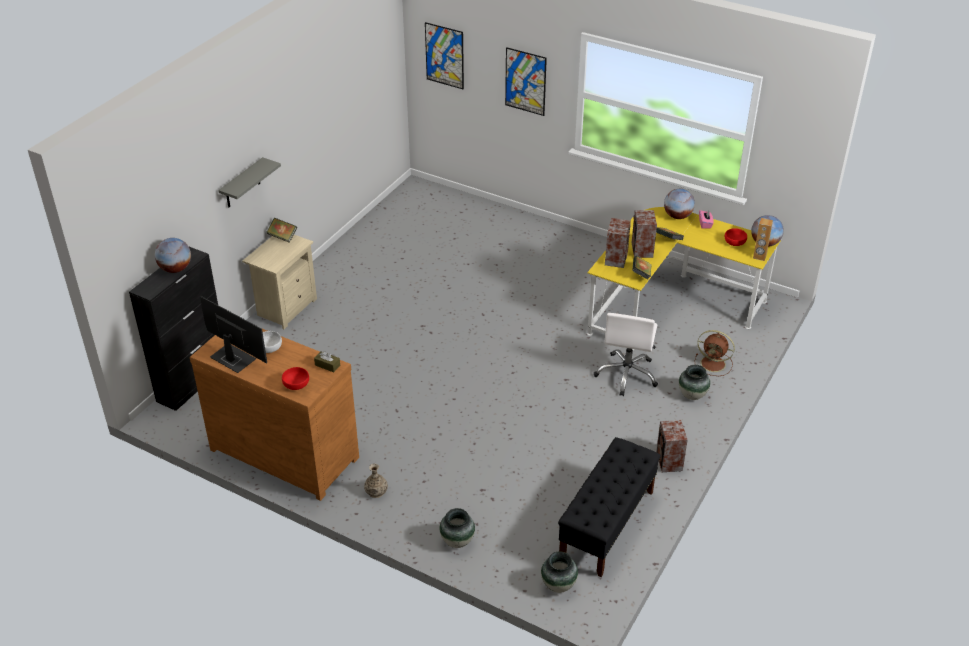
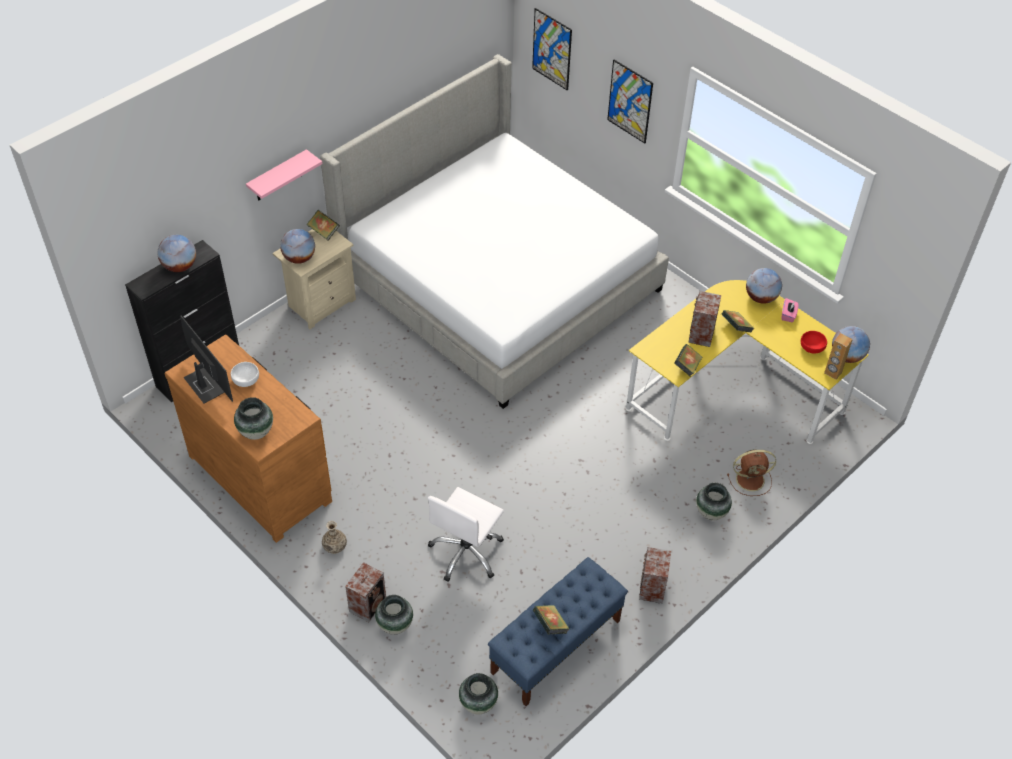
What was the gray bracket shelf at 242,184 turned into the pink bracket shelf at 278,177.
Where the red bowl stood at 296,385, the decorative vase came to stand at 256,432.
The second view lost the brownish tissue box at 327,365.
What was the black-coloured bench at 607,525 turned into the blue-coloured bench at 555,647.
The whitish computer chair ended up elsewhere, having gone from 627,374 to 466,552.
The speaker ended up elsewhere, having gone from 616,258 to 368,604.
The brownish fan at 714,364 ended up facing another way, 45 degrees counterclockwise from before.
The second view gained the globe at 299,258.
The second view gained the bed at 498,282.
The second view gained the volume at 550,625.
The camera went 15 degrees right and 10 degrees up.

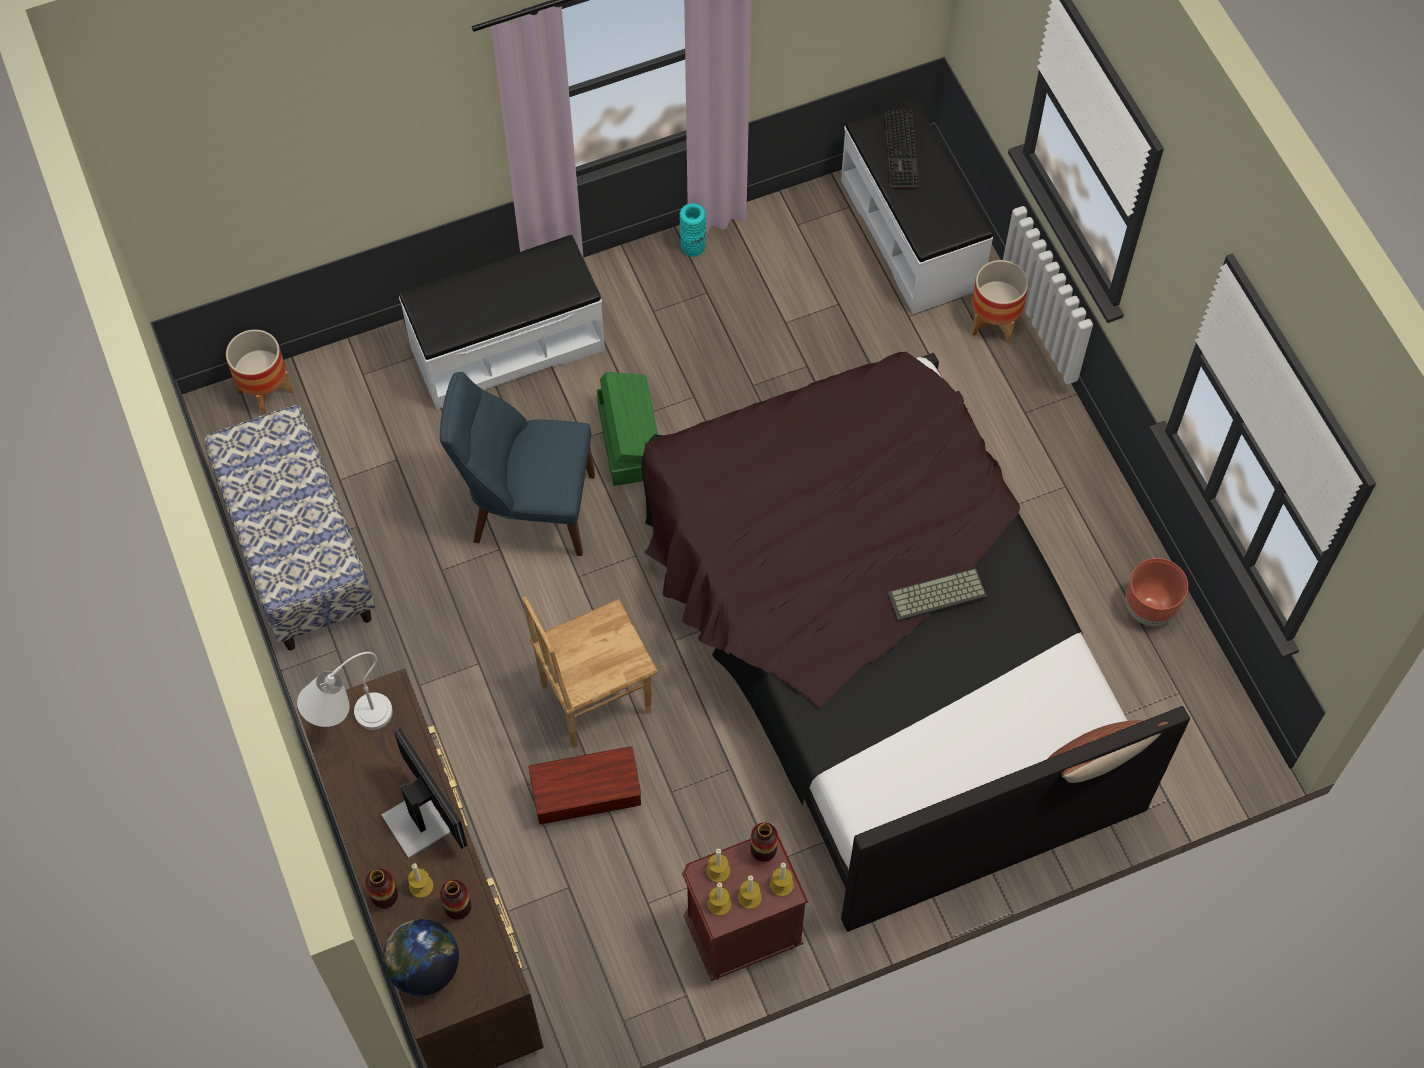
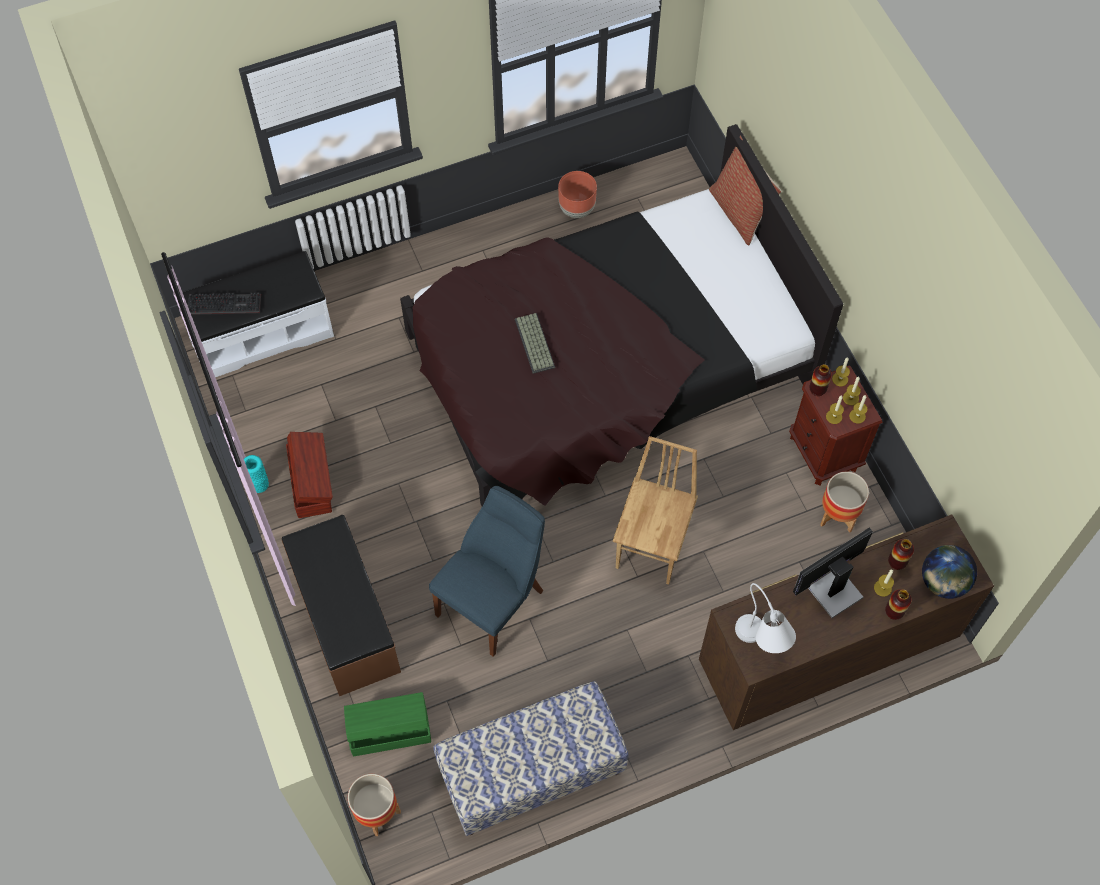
What was the whitish bench at 507,347 turned into the brownish bench at 345,620.
The blue-coloured upright chair at 527,508 ended up facing another way, 150 degrees counterclockwise from before.
The brownish upright chair at 594,698 ended up facing another way, 135 degrees counterclockwise from before.
The brownish storage container ended up elsewhere, having gone from 587,794 to 311,482.
The green-coloured storage container ended up elsewhere, having gone from 628,440 to 388,730.
The PC keyboard ended up elsewhere, having gone from 936,597 to 536,343.
The plant pot ended up elsewhere, having gone from 993,323 to 838,515.
The camera went 90 degrees left and 0 degrees up.

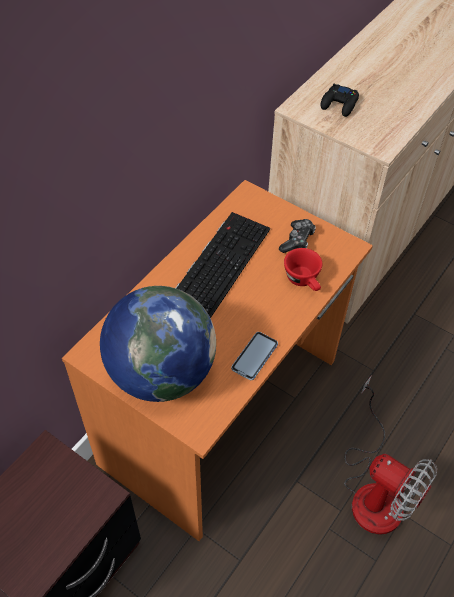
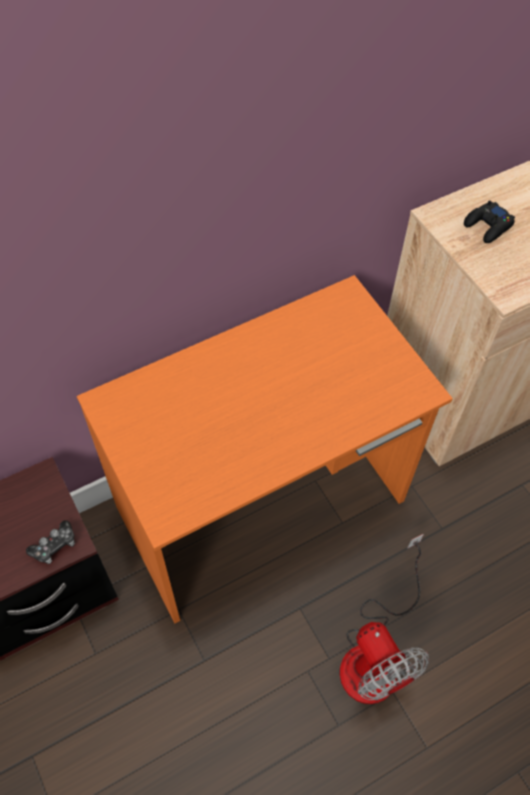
The second view lost the globe at 161,373.
The second view lost the PC keyboard at 218,265.
The second view lost the handset at 254,356.
The game controller ended up elsewhere, having gone from 297,241 to 54,546.
The second view lost the red drinking cup at 304,281.
The camera went 25 degrees right and 5 degrees up.

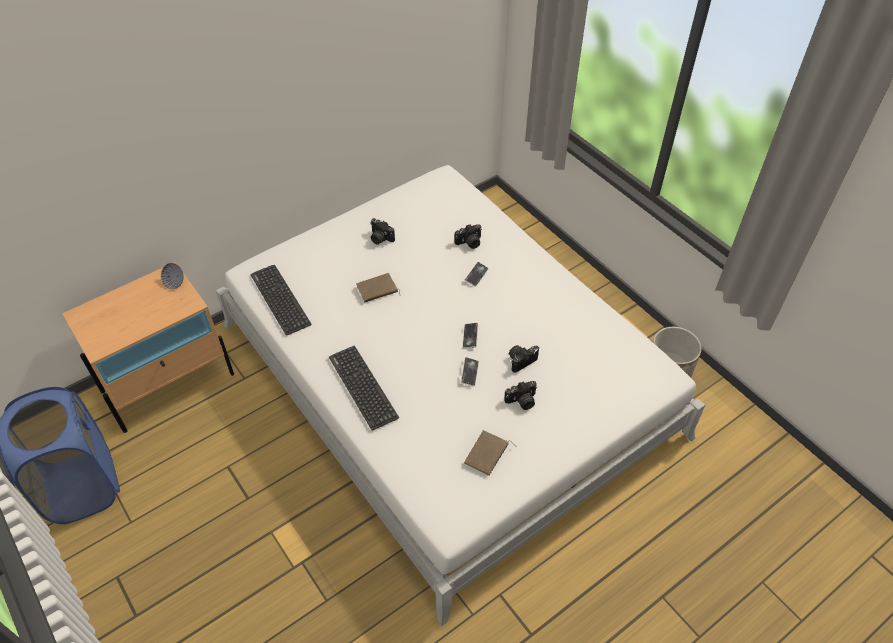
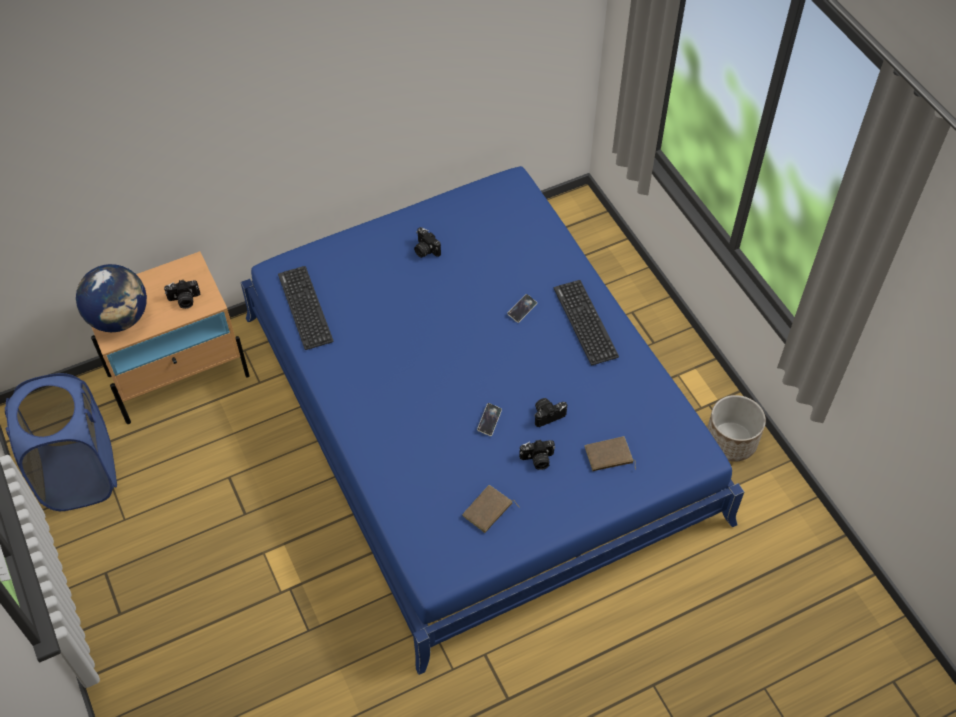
The second view lost the bowl at 175,282.
What was the whitish bed at 446,379 turned into the blue-coloured bed at 478,416.
The PC keyboard ended up elsewhere, having gone from 363,387 to 585,322.
The brownish volume ended up elsewhere, having gone from 377,290 to 608,457.
The still camera ended up elsewhere, having gone from 469,243 to 184,300.
The second view lost the handset at 470,336.
The second view gained the globe at 120,318.
The camera went 10 degrees right and 5 degrees up.

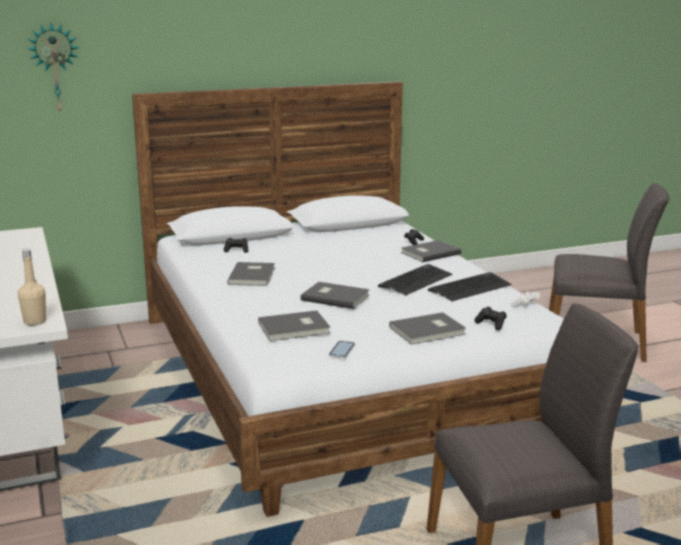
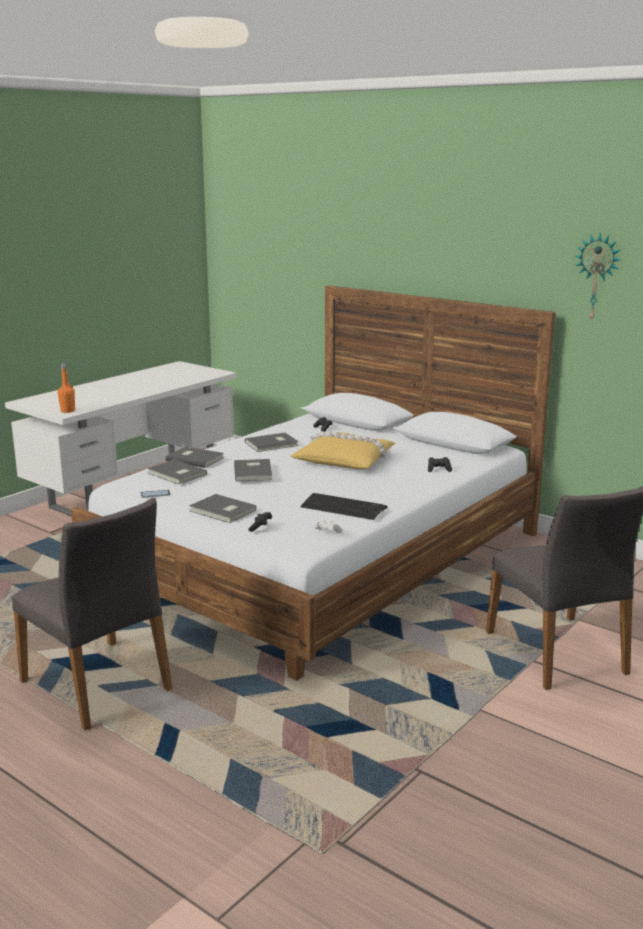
What was the sand-coloured beverage bottle at 35,321 turned into the orangey beverage bottle at 67,411.
The clock on the wall ended up elsewhere, having gone from 55,68 to 597,277.
The second view lost the PC keyboard at 415,281.
The gray volume ended up elsewhere, having gone from 429,253 to 195,458.
The second view gained the yellow-coloured pillow at 345,460.
The camera went 60 degrees right and 0 degrees up.

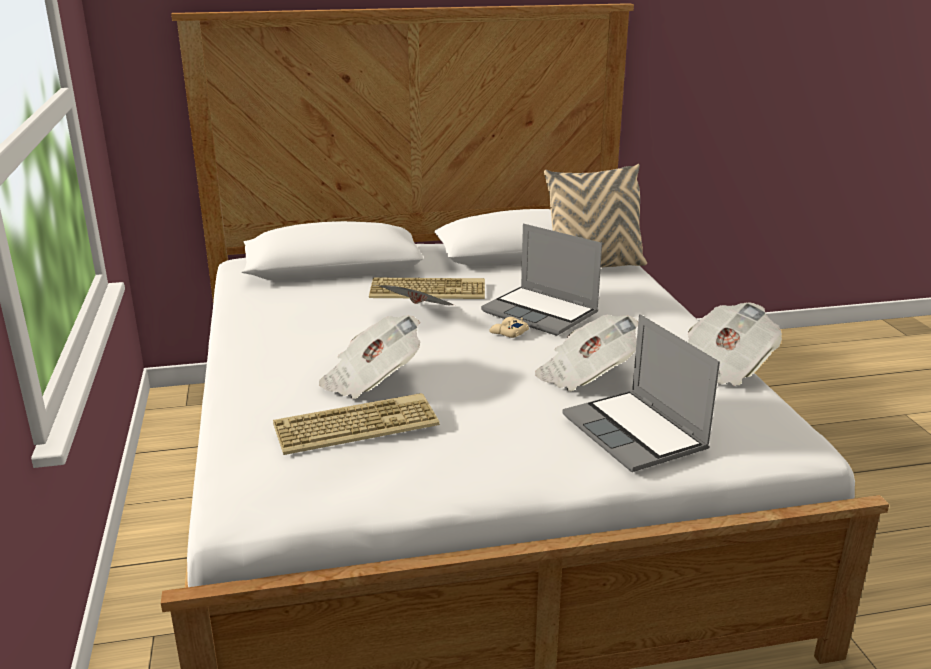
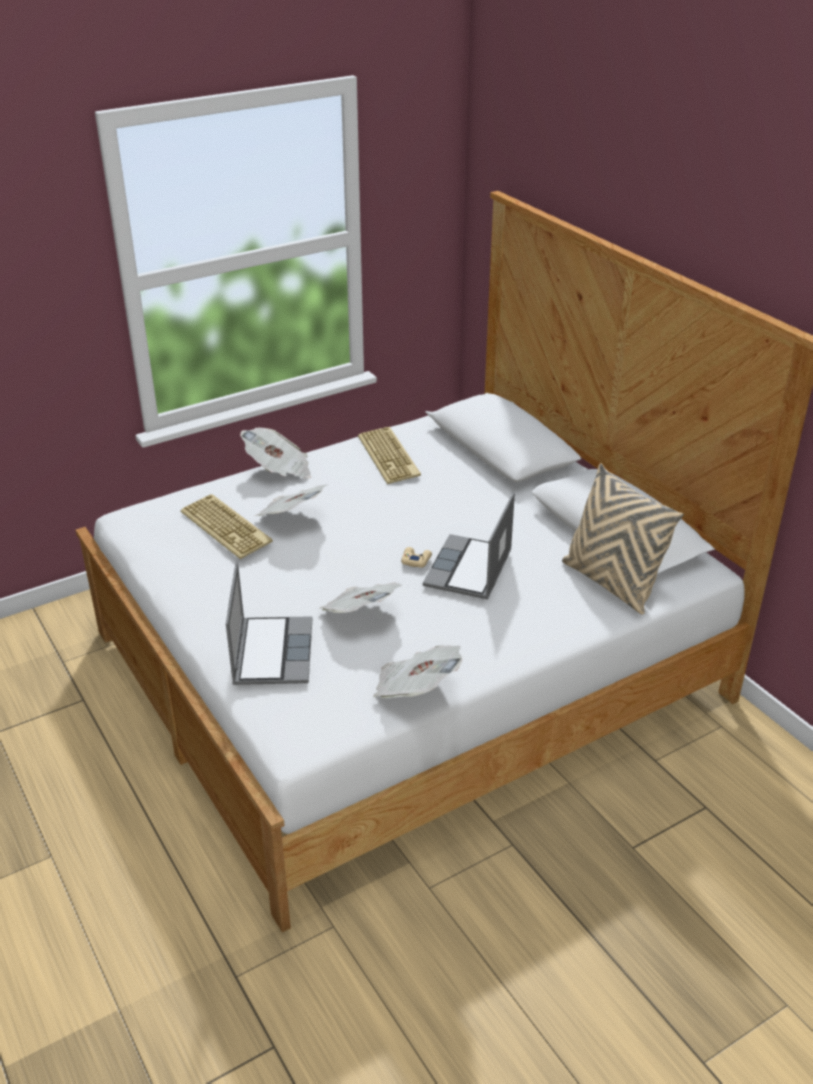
The PC keyboard ended up elsewhere, having gone from 429,290 to 390,456.
The newspaper ended up elsewhere, having gone from 419,317 to 279,470.
The notebook computer at 636,433 ended up facing another way, 135 degrees clockwise from before.
The camera went 70 degrees right and 10 degrees up.

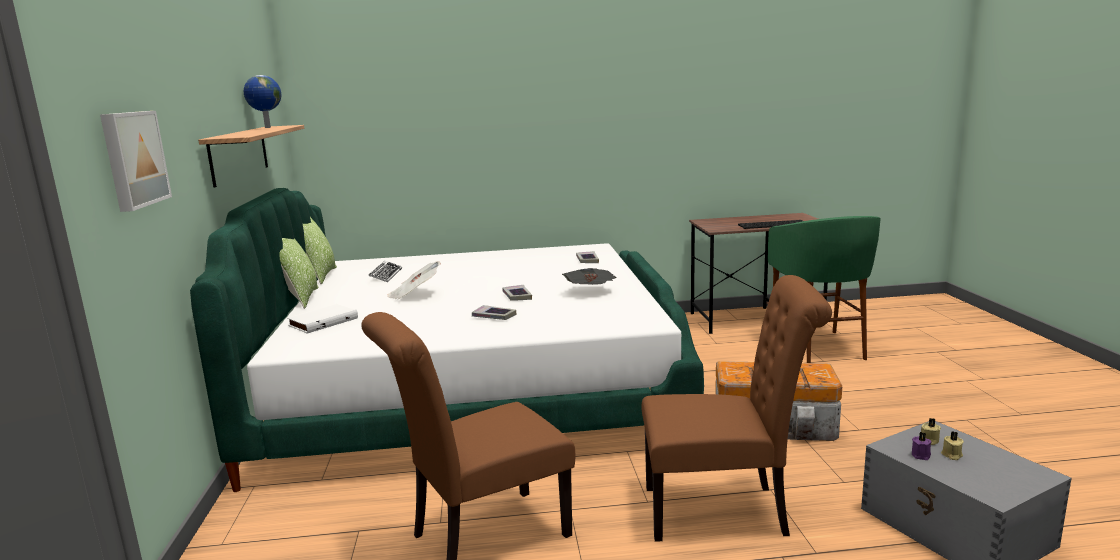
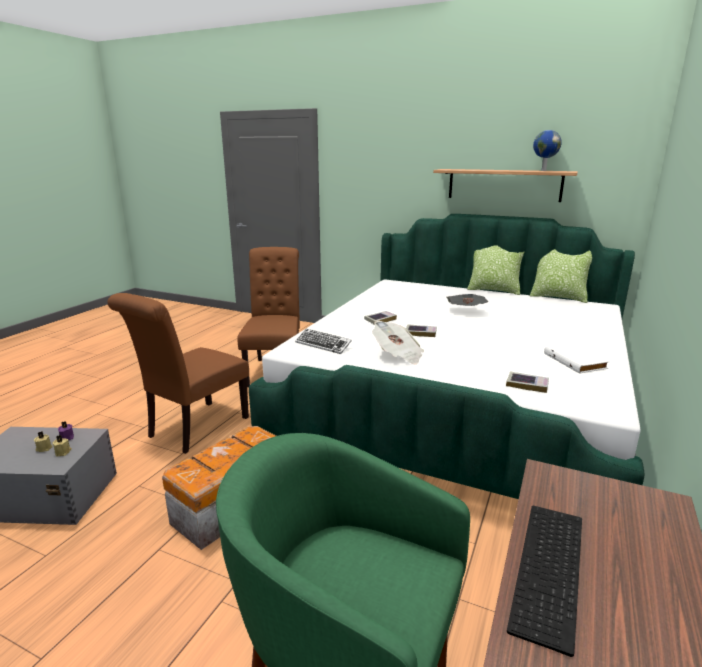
The second view lost the wall picture at 132,159.
The whitish volume ended up elsewhere, having gone from 323,321 to 576,361.
The PC keyboard ended up elsewhere, having gone from 386,275 to 323,345.
The camera went 120 degrees right and 5 degrees up.

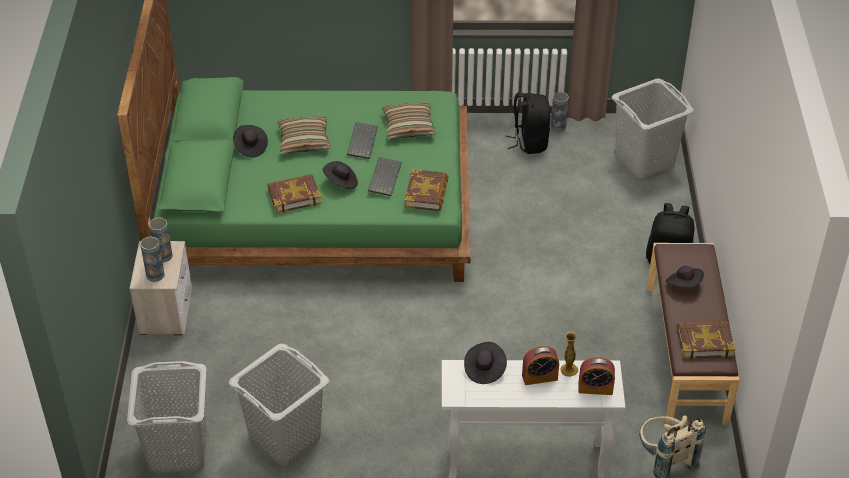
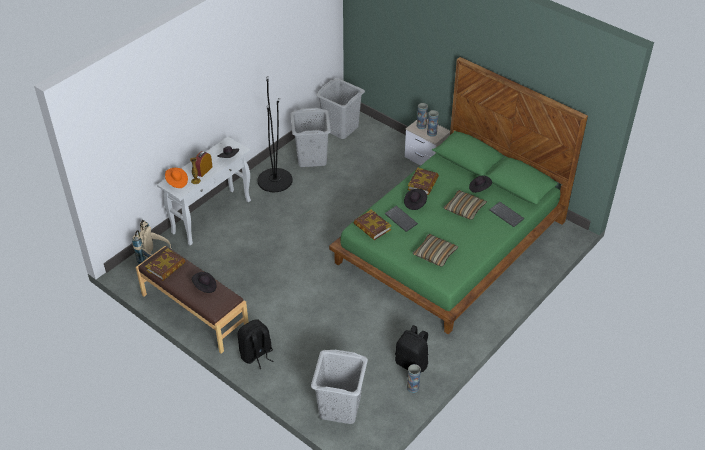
The PC keyboard ended up elsewhere, having gone from 361,141 to 507,215.
Where the table clock stood at 595,388, the orangey clothing hat came to stand at 177,182.
The second view gained the black-coloured floor lamp at 275,180.
The camera went 130 degrees right and 0 degrees up.

